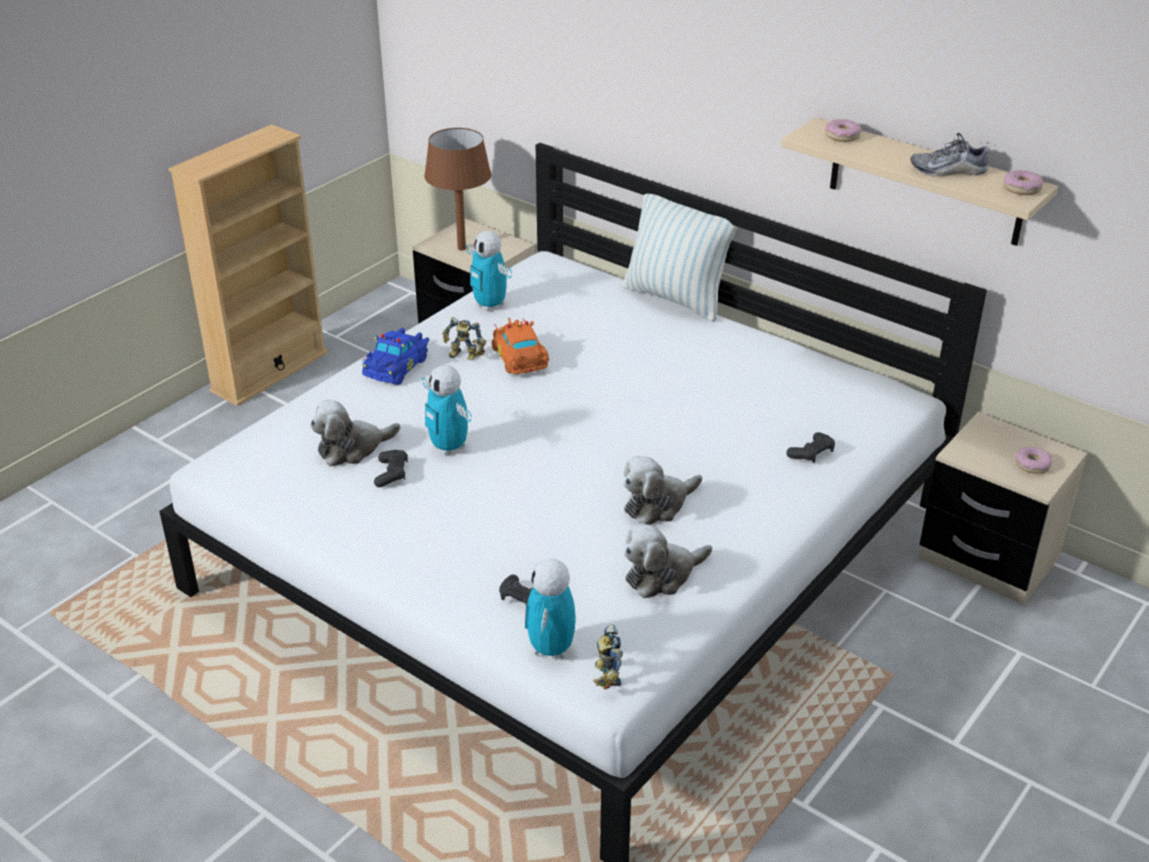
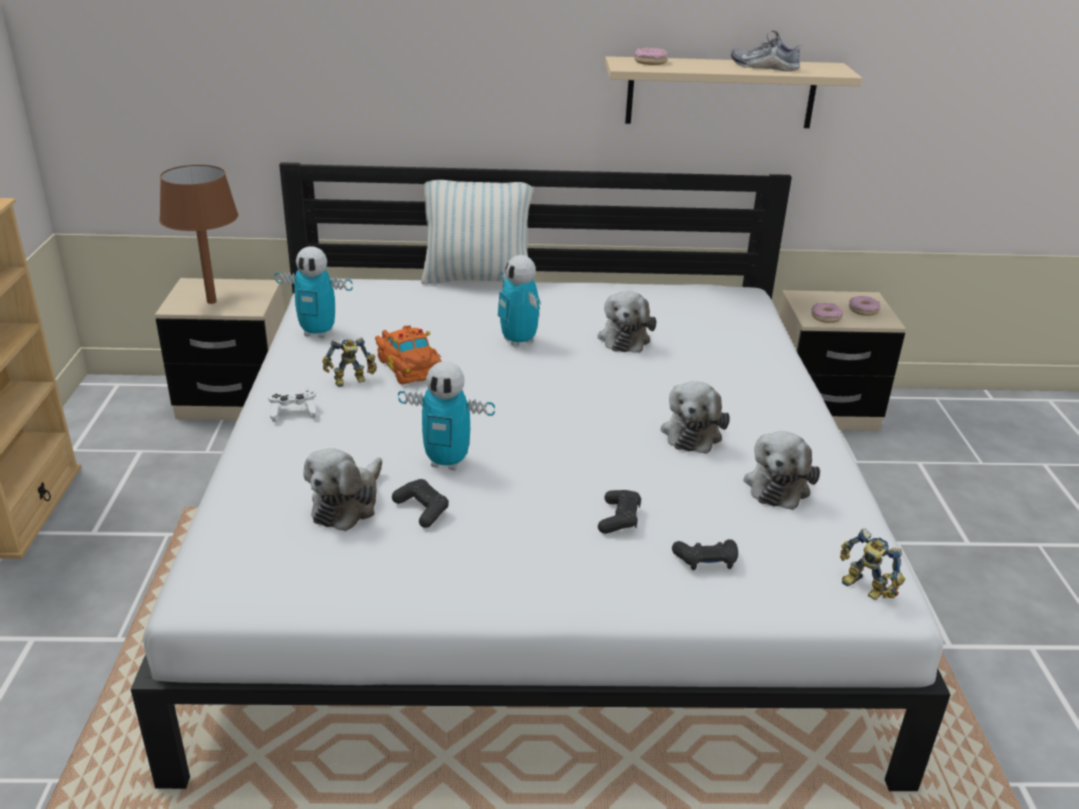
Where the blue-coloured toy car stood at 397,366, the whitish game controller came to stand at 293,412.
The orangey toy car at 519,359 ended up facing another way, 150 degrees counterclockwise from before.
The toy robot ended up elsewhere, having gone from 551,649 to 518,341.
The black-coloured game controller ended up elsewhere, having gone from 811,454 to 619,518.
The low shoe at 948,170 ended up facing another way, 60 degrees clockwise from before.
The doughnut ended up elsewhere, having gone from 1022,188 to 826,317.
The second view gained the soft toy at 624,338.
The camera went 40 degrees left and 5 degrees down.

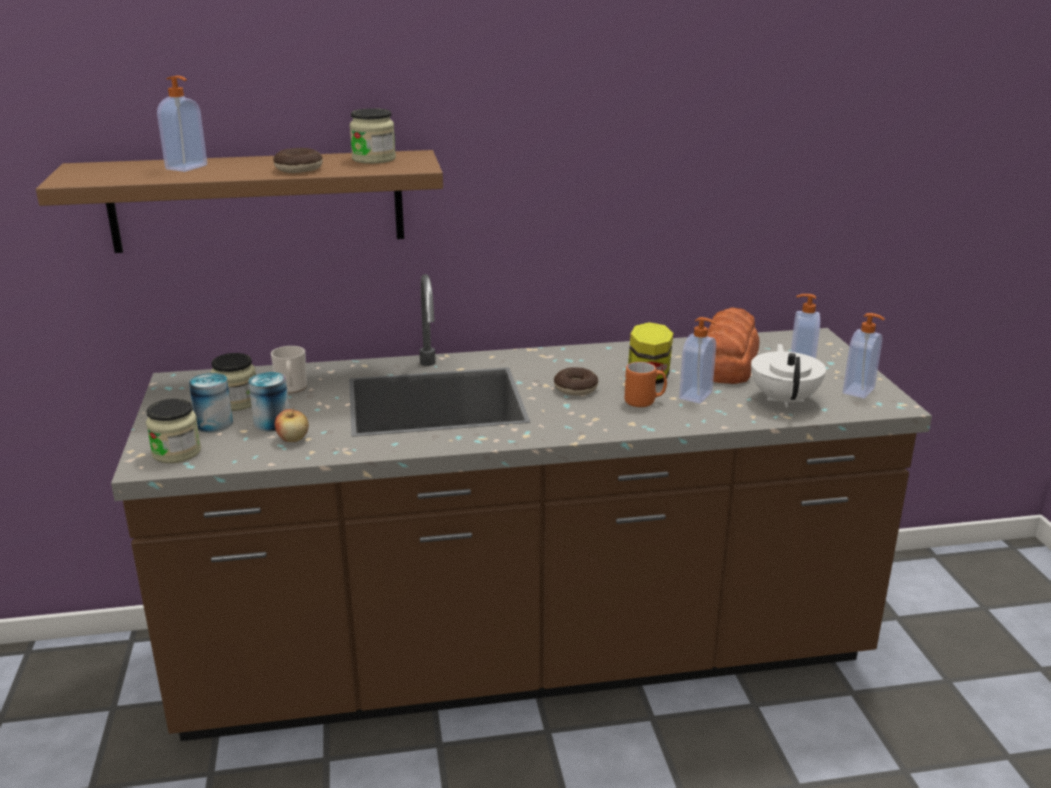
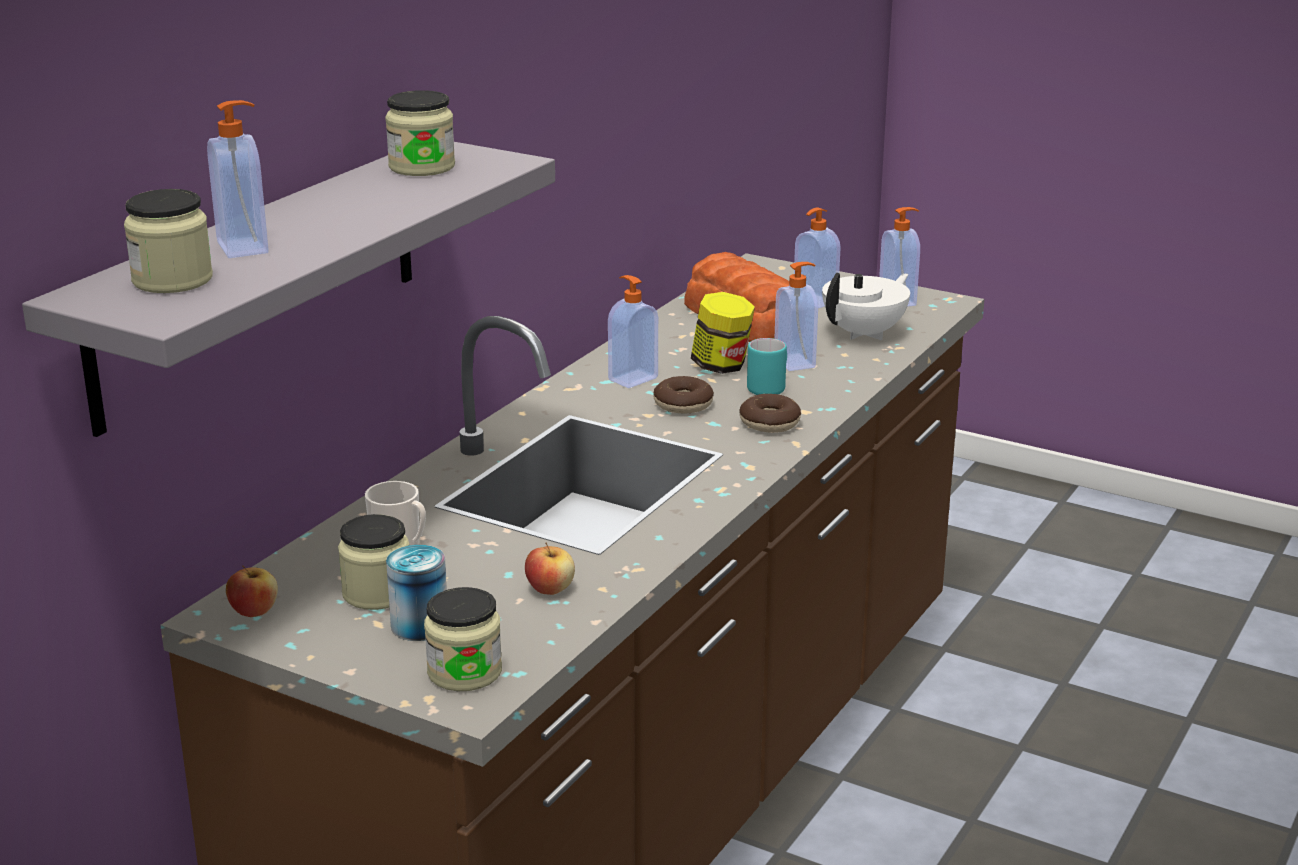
What was the brownish bracket shelf at 257,201 turned into the gray bracket shelf at 259,280.
The second view lost the can at 272,423.
The doughnut ended up elsewhere, having gone from 298,169 to 769,423.
What was the orangey tea mug at 645,402 turned into the turquoise-coloured tea mug at 770,388.
The whitish tea pot at 784,399 ended up facing another way, 90 degrees clockwise from before.
The second view gained the storage jar at 172,280.
The second view gained the apple fruit at 254,611.
The second view gained the liquid soap bottle at 632,378.
The camera went 50 degrees left and 0 degrees up.

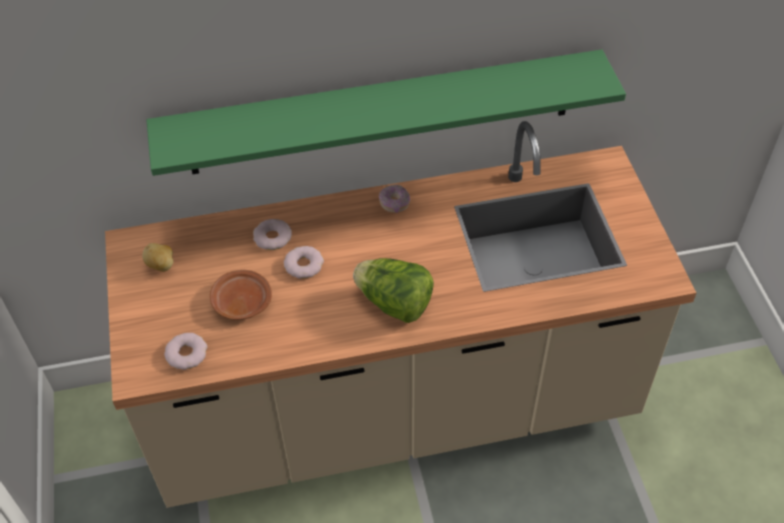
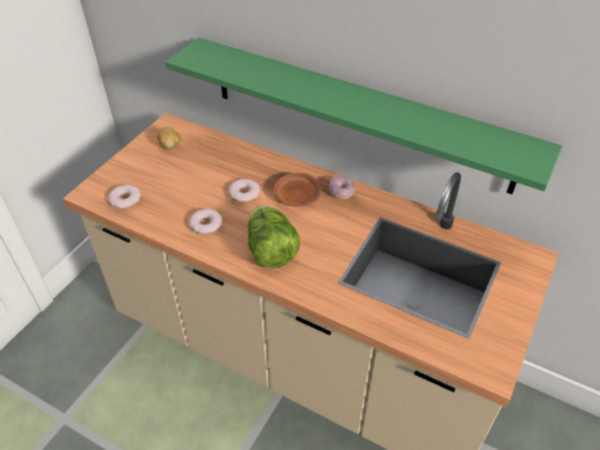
The brownish dinner plate ended up elsewhere, having gone from 241,301 to 297,196.
The doughnut ended up elsewhere, having gone from 272,237 to 205,224.
The camera went 40 degrees right and 5 degrees down.

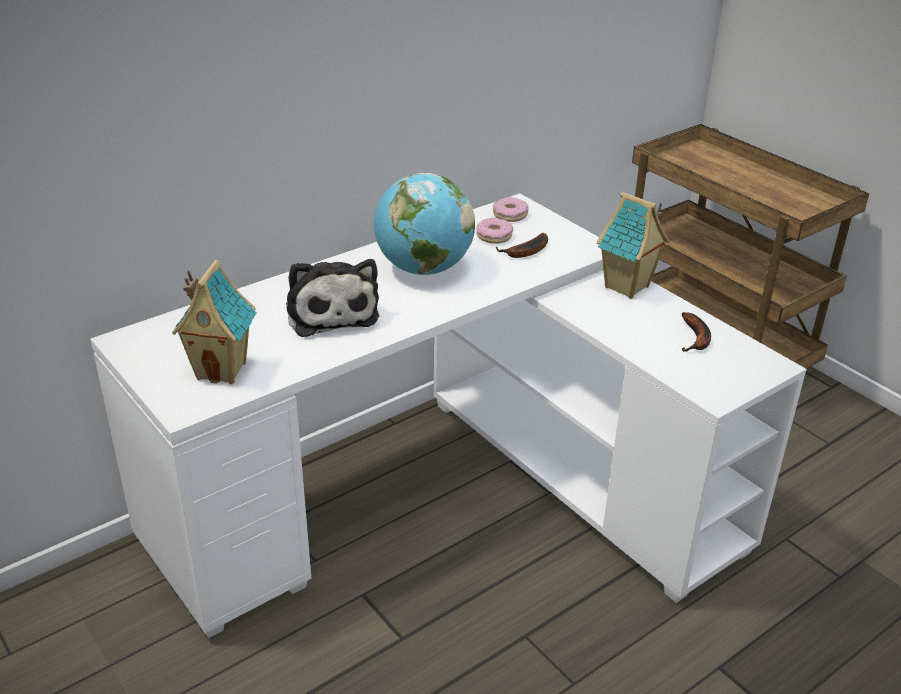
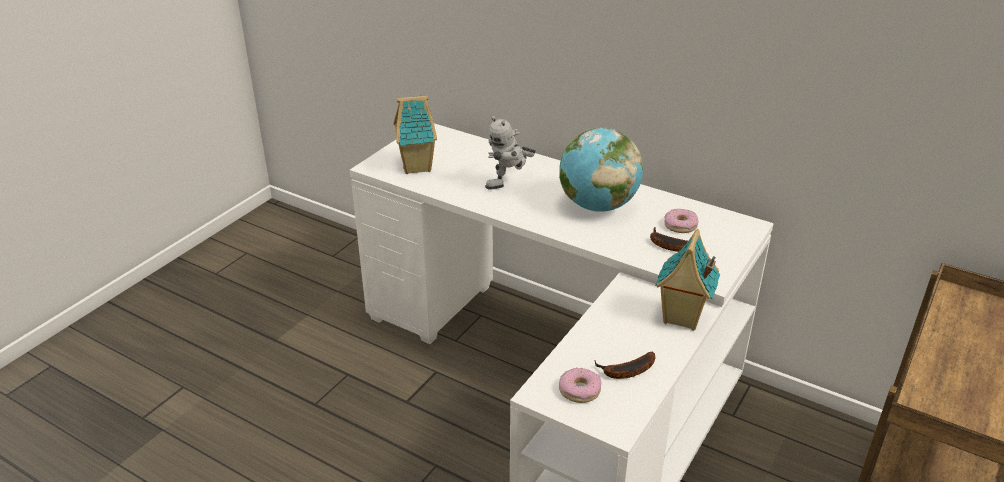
Where the soft toy stood at 331,312, the toy robot came to stand at 509,184.
The doughnut ended up elsewhere, having gone from 510,215 to 579,390.
The camera went 70 degrees right and 0 degrees up.

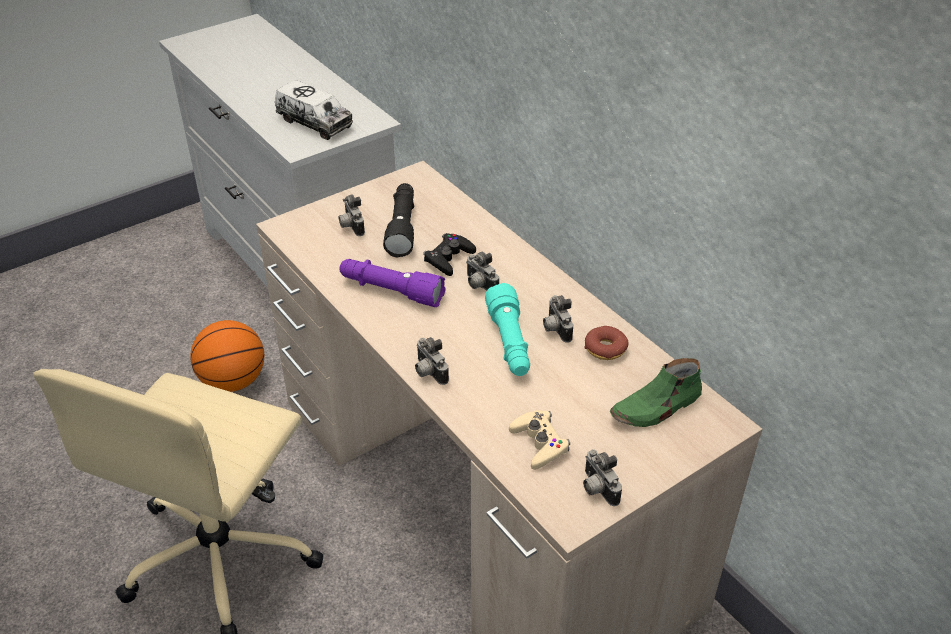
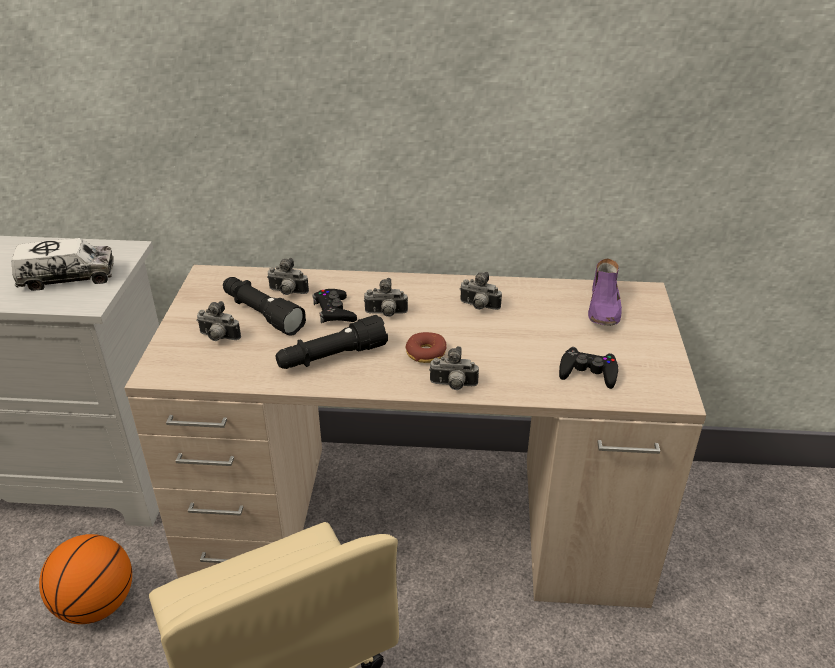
What was the purple torch at 391,291 turned into the black-coloured torch at 332,357.
The second view lost the turquoise-coloured torch at 509,343.
What was the sand-coloured game controller at 539,443 turned into the black-coloured game controller at 588,372.
The still camera ended up elsewhere, having gone from 597,489 to 287,293.
The doughnut ended up elsewhere, having gone from 605,348 to 426,353.
What was the green-coloured low shoe at 656,407 turned into the purple low shoe at 604,308.
The camera went 50 degrees left and 5 degrees down.

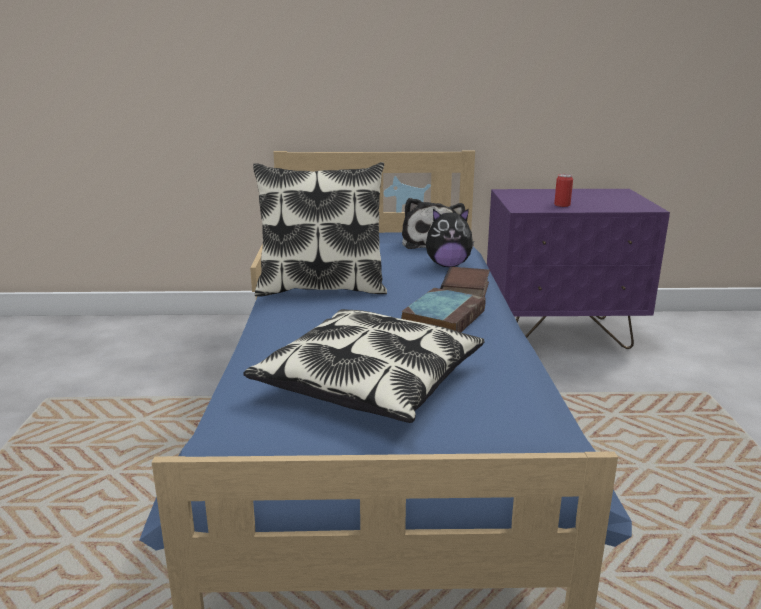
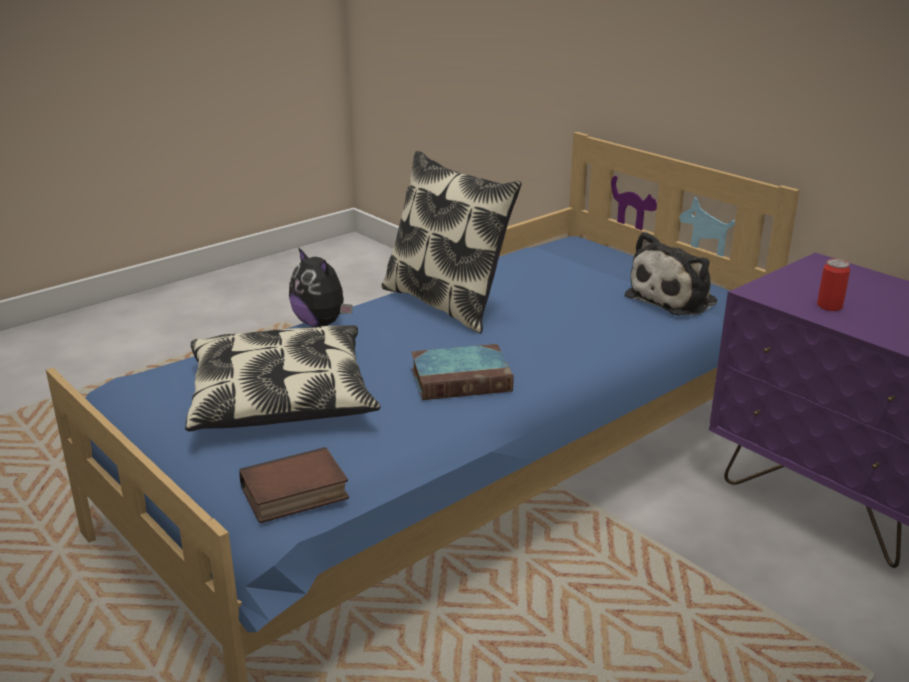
The soft toy ended up elsewhere, having gone from 448,265 to 321,323.
The volume ended up elsewhere, having gone from 467,291 to 294,495.
The camera went 50 degrees right and 5 degrees up.

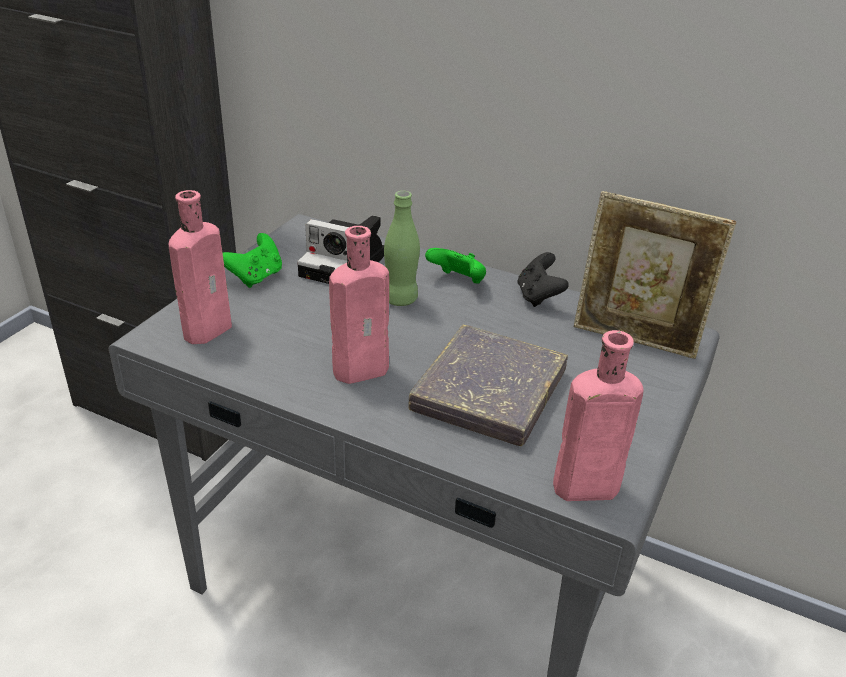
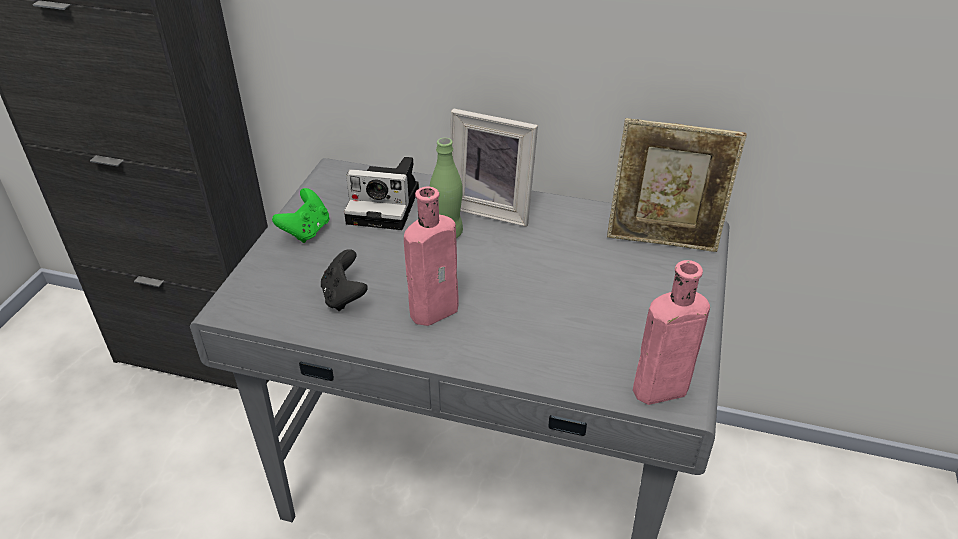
The second view lost the pink beverage bottle at 210,328.
The second view lost the gray volume at 488,392.
Where the green-coloured game controller stood at 458,282, the standing frame came to stand at 492,207.
The black-coloured game controller ended up elsewhere, having gone from 538,296 to 344,297.
The camera went 10 degrees left and 5 degrees up.

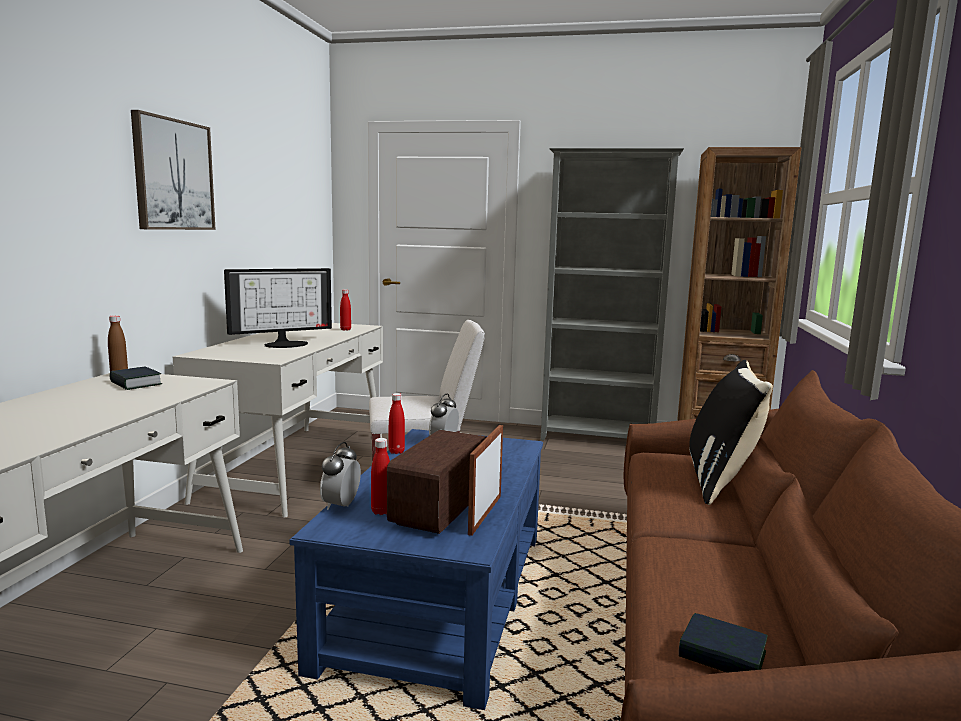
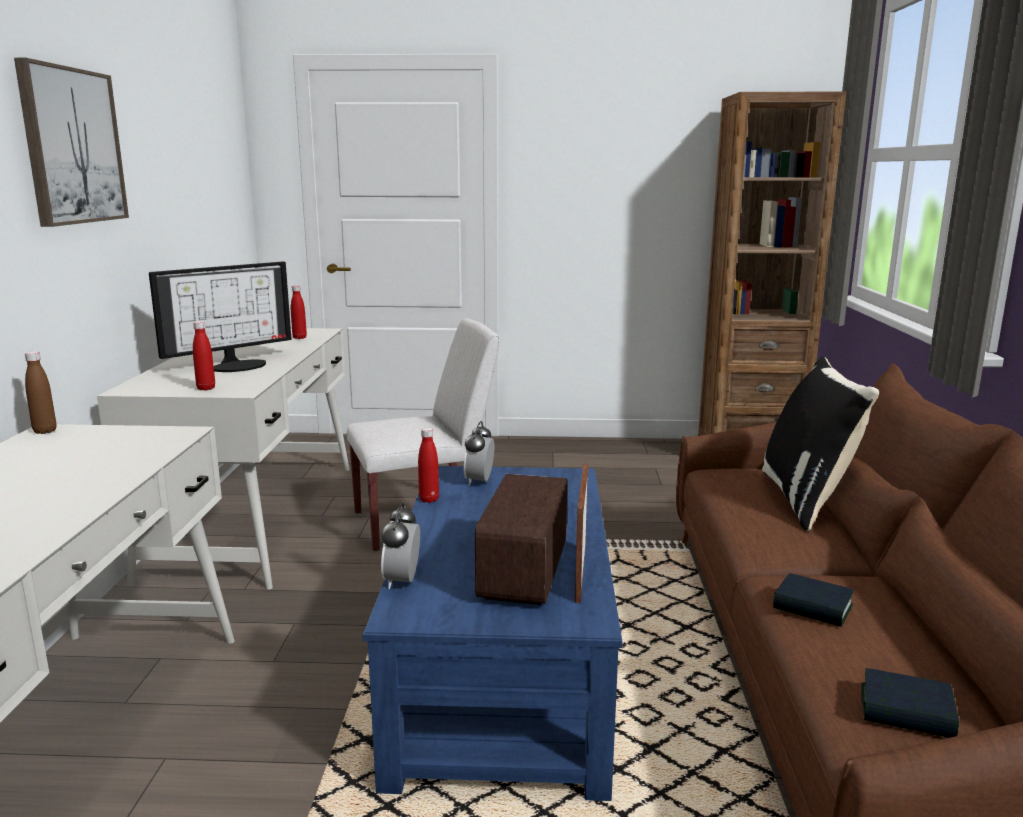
The volume ended up elsewhere, having gone from 136,383 to 812,607.
The red beverage bottle ended up elsewhere, having gone from 381,511 to 206,388.
The second view lost the gray bookshelf at 598,439.
The camera went 10 degrees left and 5 degrees up.

